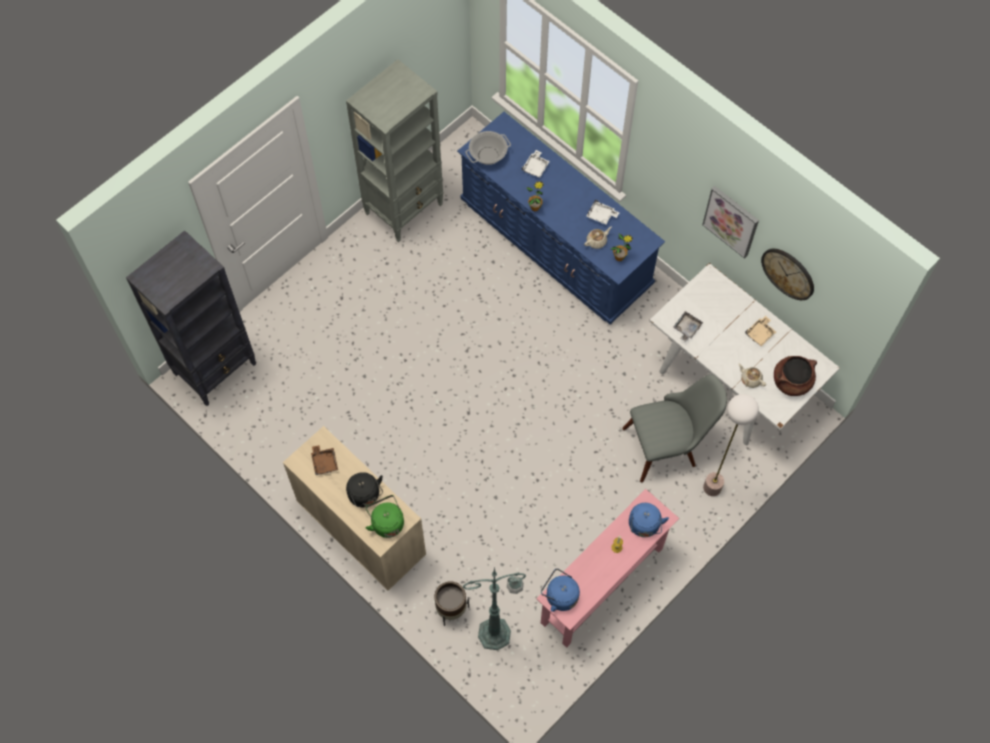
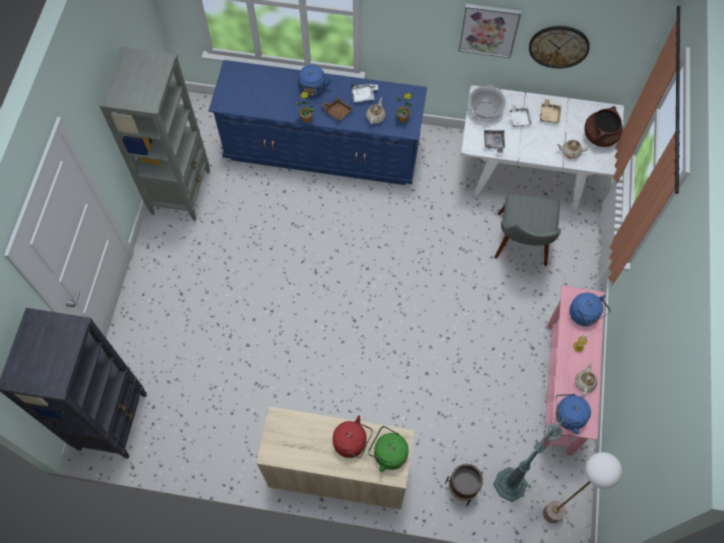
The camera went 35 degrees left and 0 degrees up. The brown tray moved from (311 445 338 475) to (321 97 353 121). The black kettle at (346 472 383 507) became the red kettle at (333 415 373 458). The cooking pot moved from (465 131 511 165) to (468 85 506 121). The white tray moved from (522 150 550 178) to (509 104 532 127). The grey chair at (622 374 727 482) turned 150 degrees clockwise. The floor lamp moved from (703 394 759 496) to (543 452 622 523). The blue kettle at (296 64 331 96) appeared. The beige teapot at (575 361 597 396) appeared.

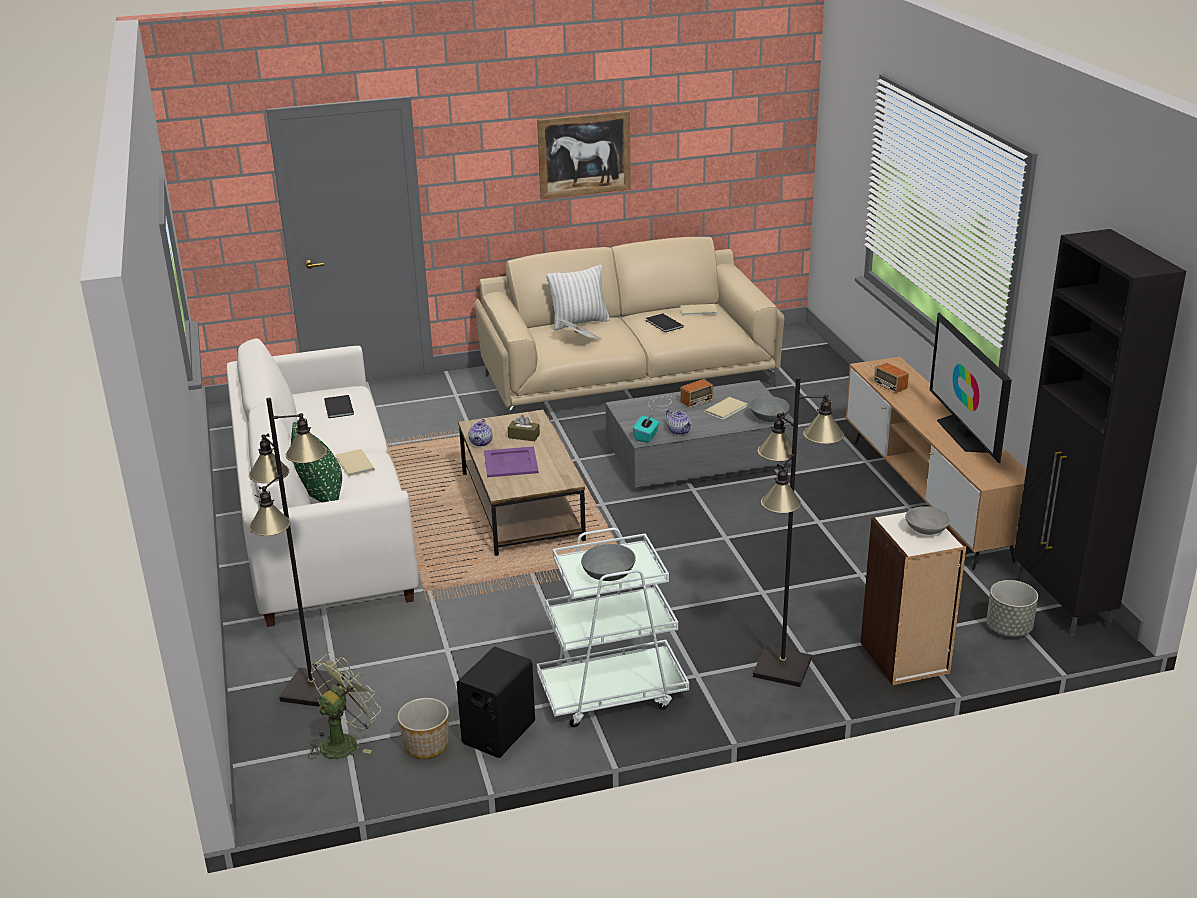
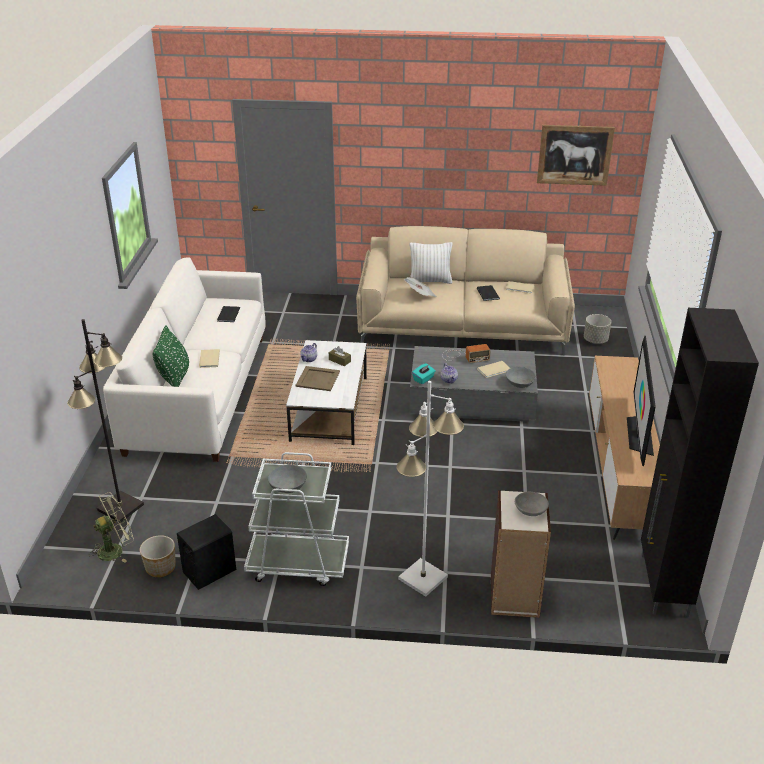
The camera went 20 degrees right and 5 degrees up. The brown coffee table at (458 410 586 556) became the white coffee table at (286 340 367 445). The purple tray at (484 446 539 477) became the beige tray at (295 366 340 391). The picture moved from (537 111 631 199) to (537 125 615 186). The black floor lamp at (753 377 844 687) became the white floor lamp at (397 381 464 597). The radio at (865 363 909 393) disappeared. The grey planter moved from (986 580 1038 636) to (584 314 611 344).

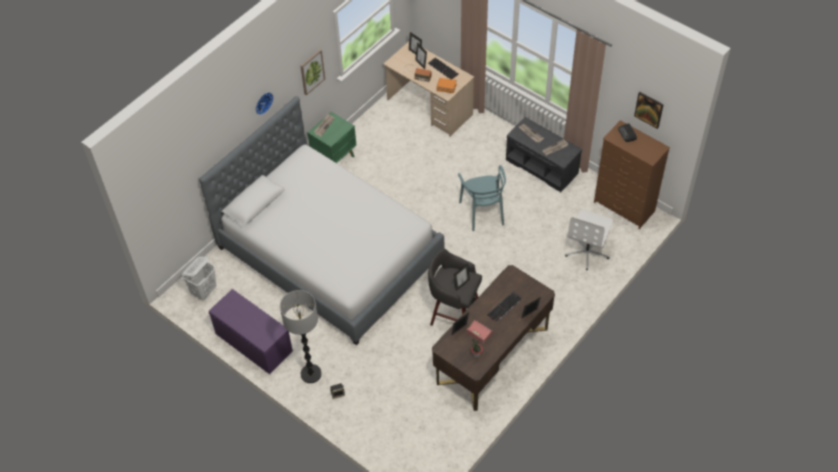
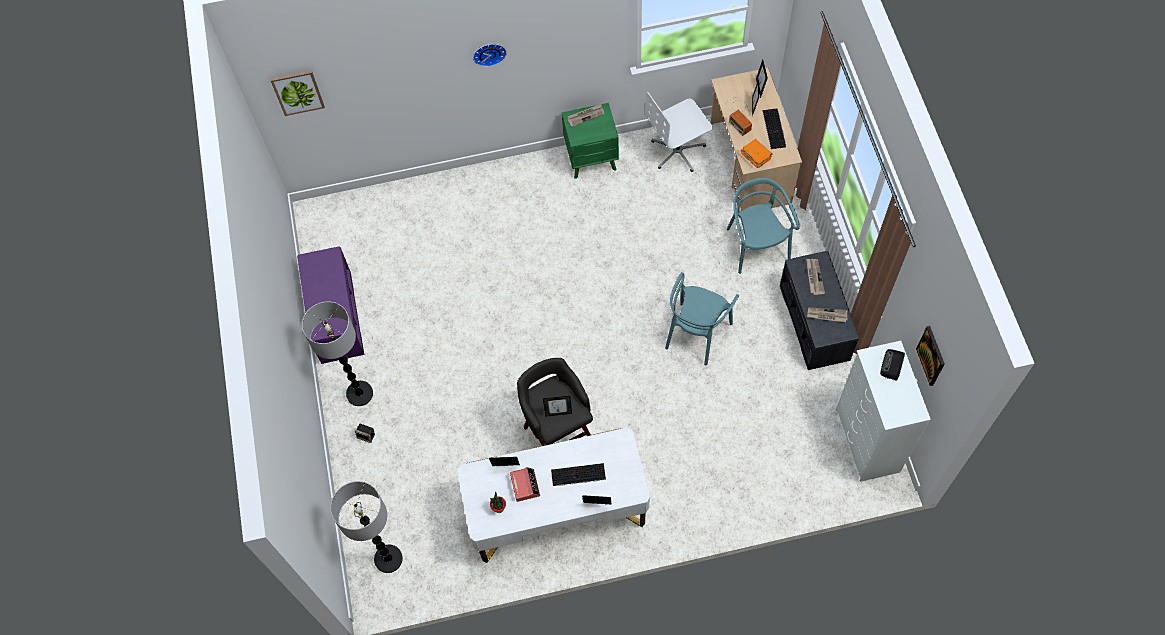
The camera went 40 degrees right and 10 degrees up. The white laundry basket at (182 257 217 300) disappeared. The bed at (199 96 444 345) disappeared. The picture moved from (300 49 325 96) to (270 70 325 116). The brown desk at (432 265 555 411) became the white desk at (457 427 650 563). The white office chair moved from (565 210 613 270) to (645 92 713 172). The brown dresser at (594 120 670 229) became the white dresser at (836 341 931 482). The floor lamp at (330 481 403 573) appeared. The turquoise chair at (727 178 800 274) appeared.

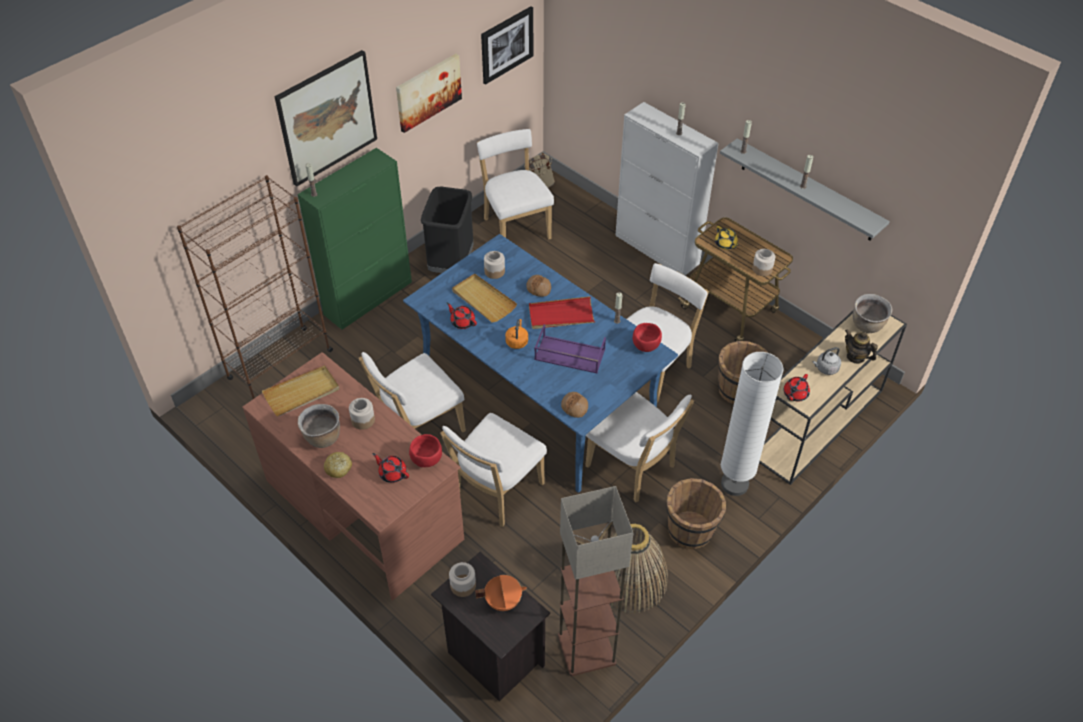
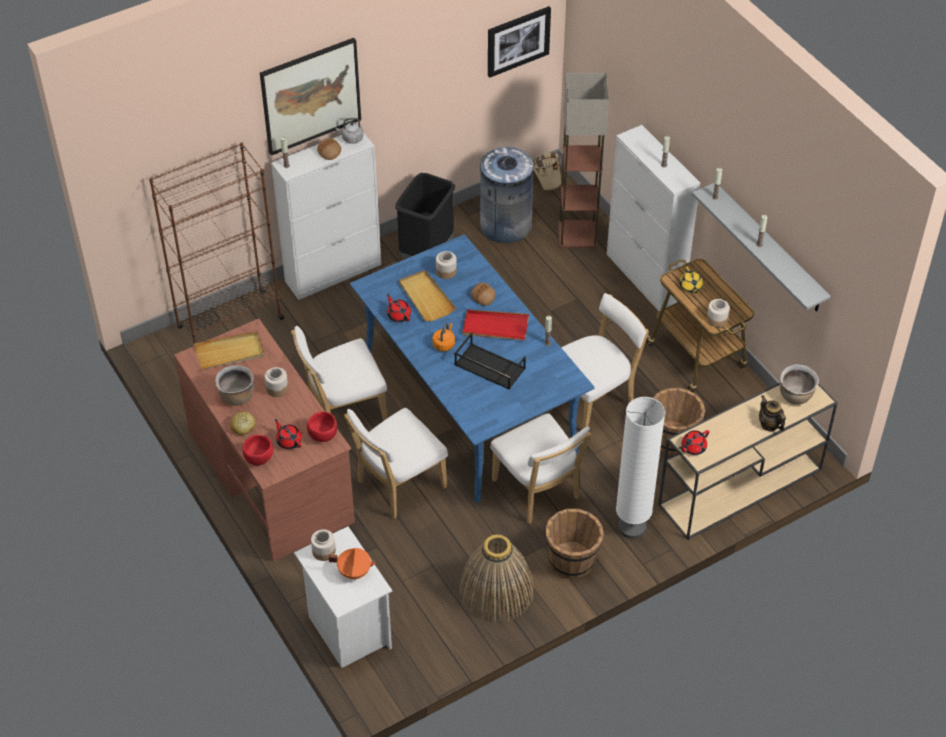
The camera went 15 degrees right and 0 degrees up. The green cabinet at (297 148 412 330) became the white cabinet at (271 133 381 300). The picture at (396 54 462 133) disappeared. The black nightstand at (431 552 550 702) became the white nightstand at (294 526 392 668). The white chair at (477 129 554 239) was replaced by the grey trash can at (480 147 534 243). The purple tray at (534 324 606 373) became the black tray at (454 333 526 390). The floor lamp moved from (558 486 633 676) to (558 73 609 248). The bread moved from (561 392 588 418) to (317 138 341 160). The red bowl moved from (633 323 662 352) to (242 435 273 465). The grey kettle moved from (813 347 841 375) to (335 118 363 144).

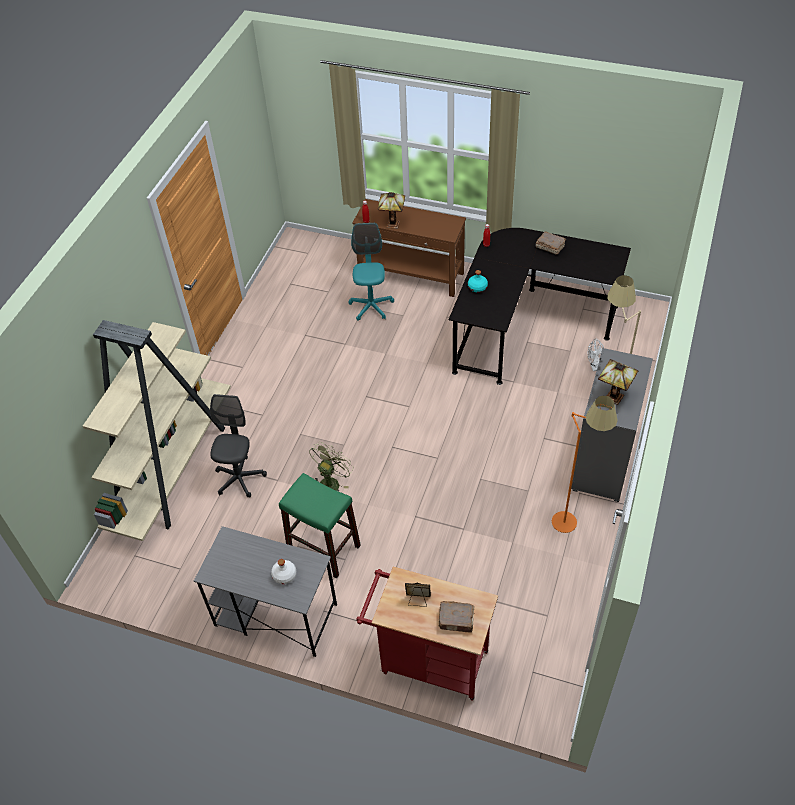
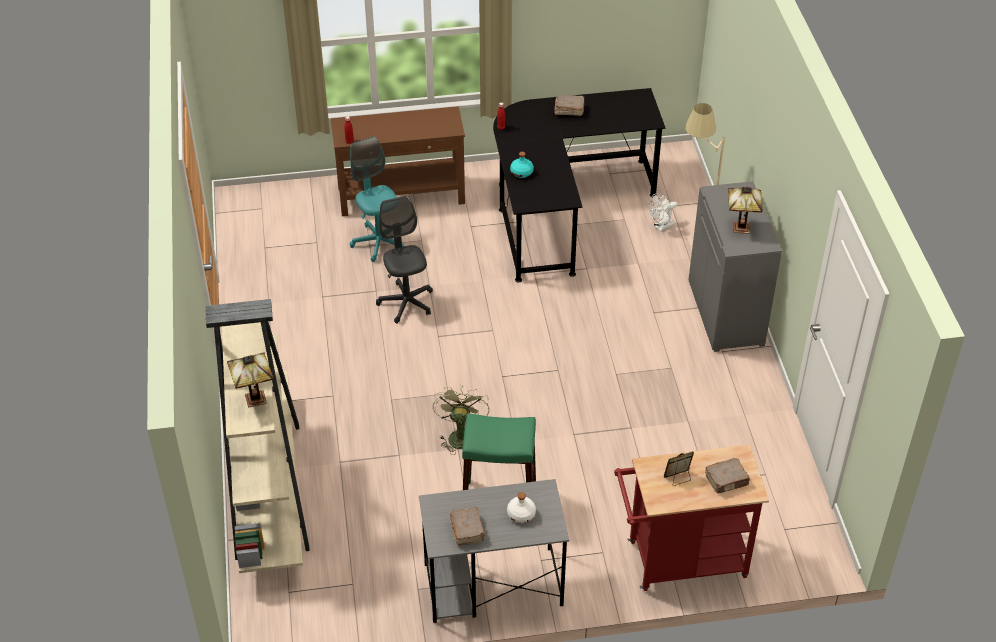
The camera went 30 degrees left and 5 degrees down. The grey office chair moved from (210 394 267 497) to (376 196 433 324). The table lamp moved from (378 192 405 229) to (227 352 274 407). The orange floor lamp at (552 396 618 533) disappeared. The brown book at (449 507 485 546) appeared.

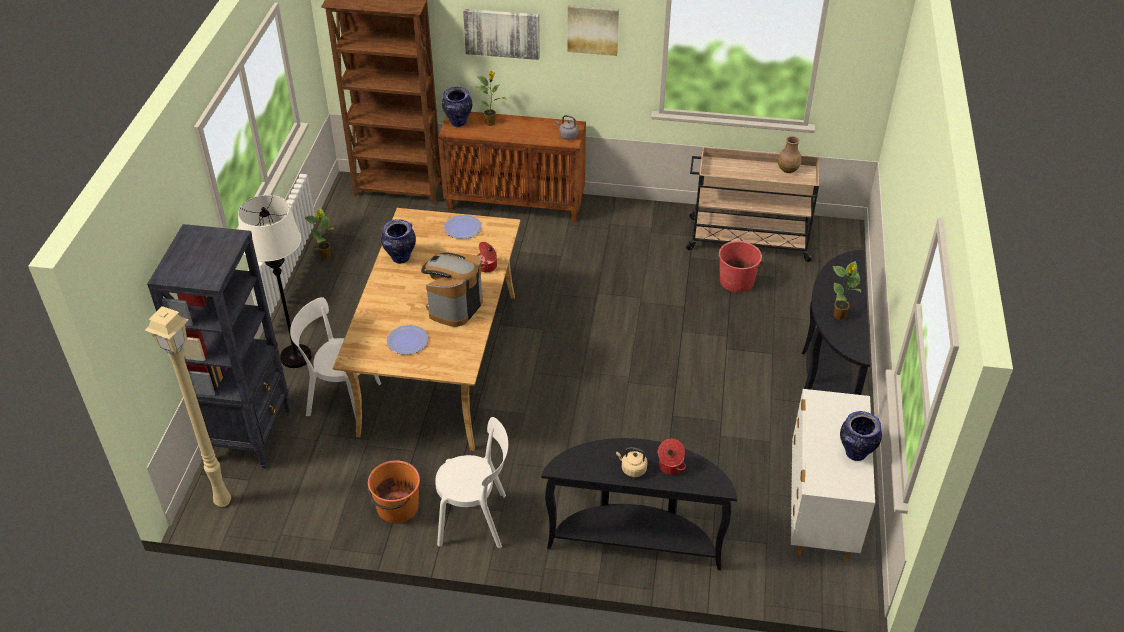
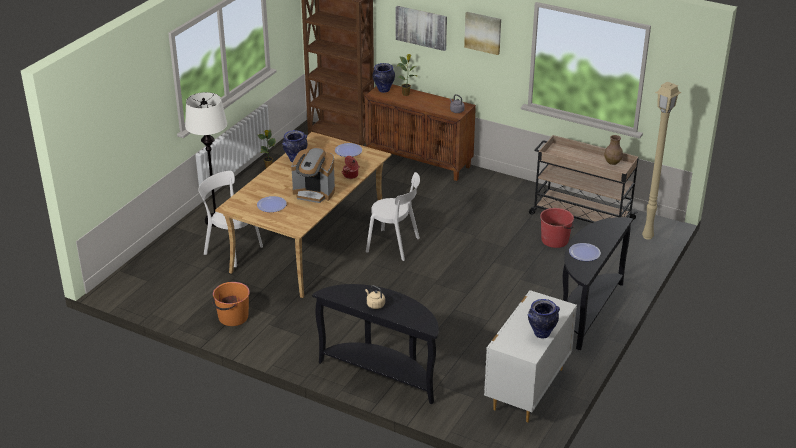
The camera went 20 degrees right and 10 degrees down. The beige floor lamp moved from (145 306 231 507) to (642 81 681 240). The black bookcase at (147 224 291 469) disappeared. The coffee machine at (421 253 483 327) turned 120 degrees counterclockwise. The white chair moved from (435 417 508 548) to (366 172 420 261). The cooking pot at (657 439 686 475) disappeared. The potted plant at (833 261 862 320) was replaced by the plate at (569 243 601 261).

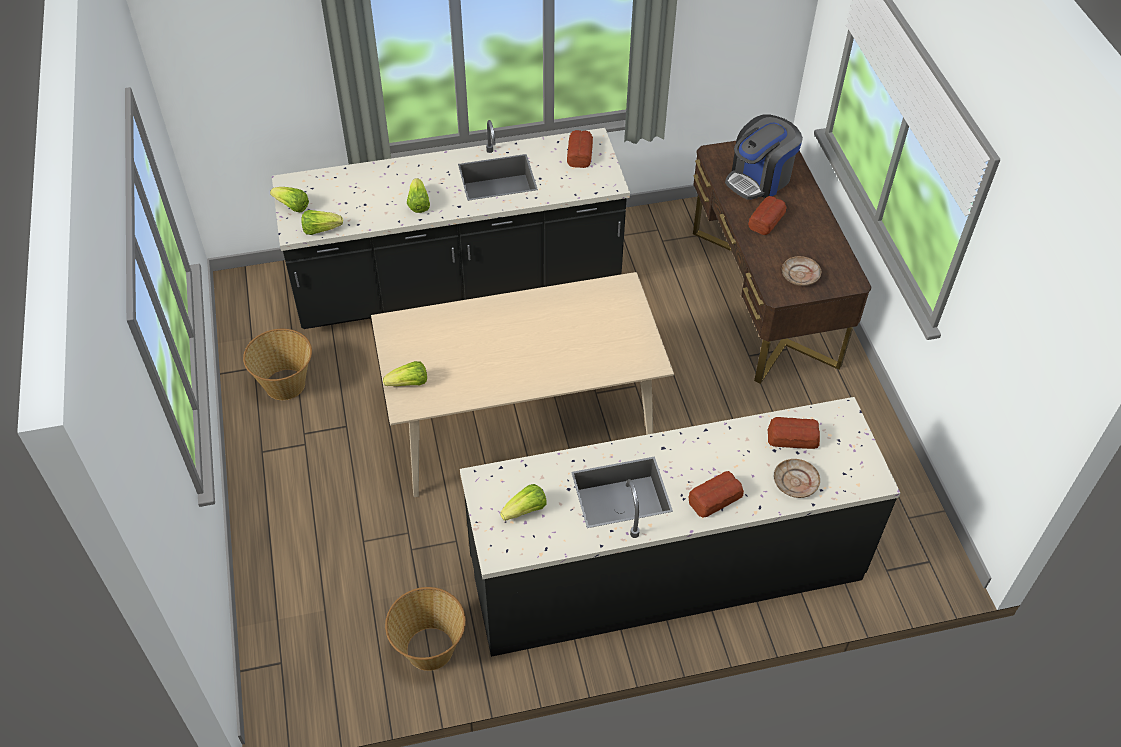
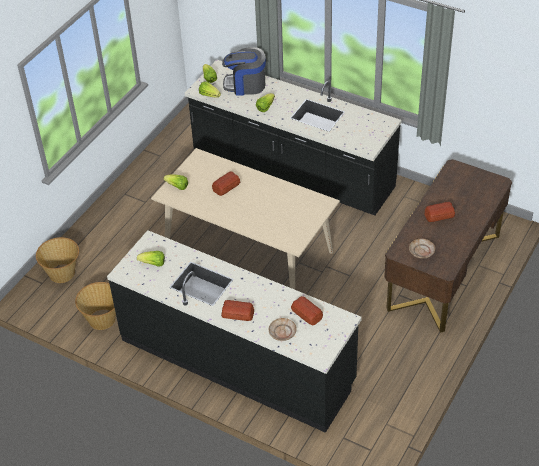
The camera went 45 degrees right and 5 degrees down. The basket moved from (243 329 312 400) to (36 237 79 283). The bread moved from (567 130 593 168) to (212 171 240 196). The coffee machine moved from (725 114 803 200) to (222 47 266 95).

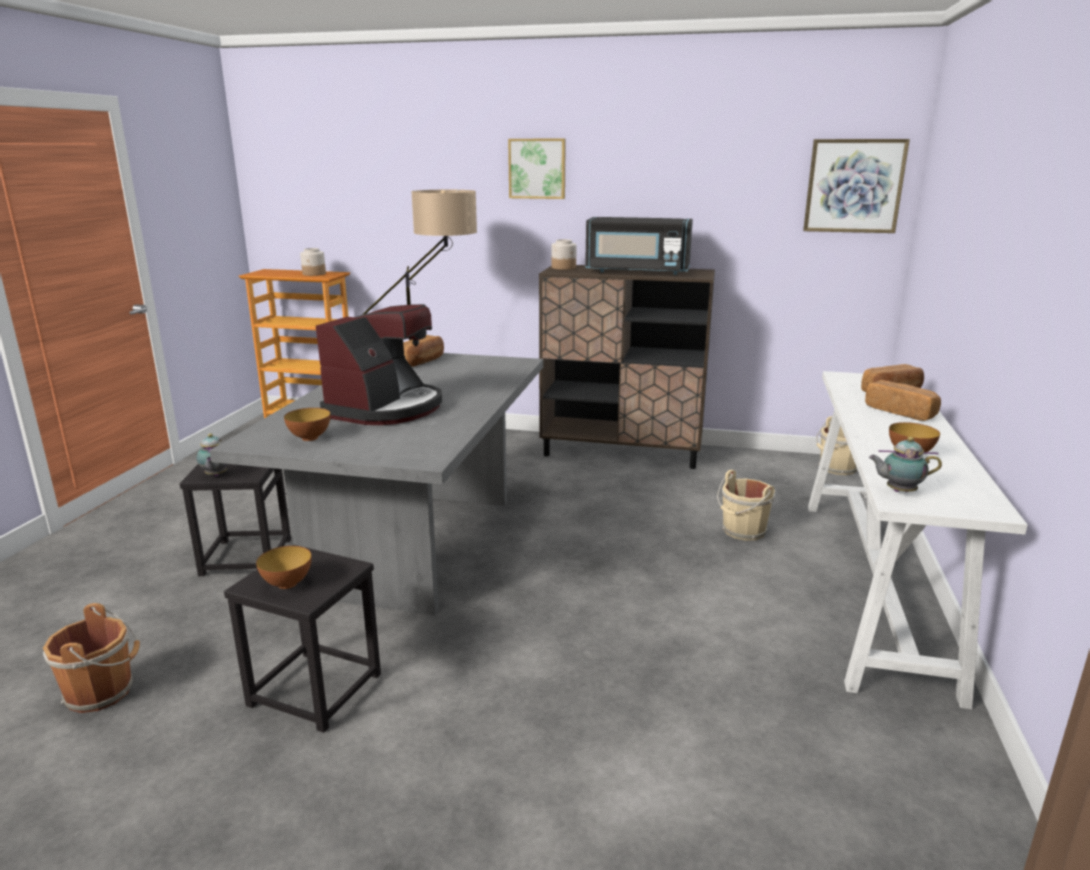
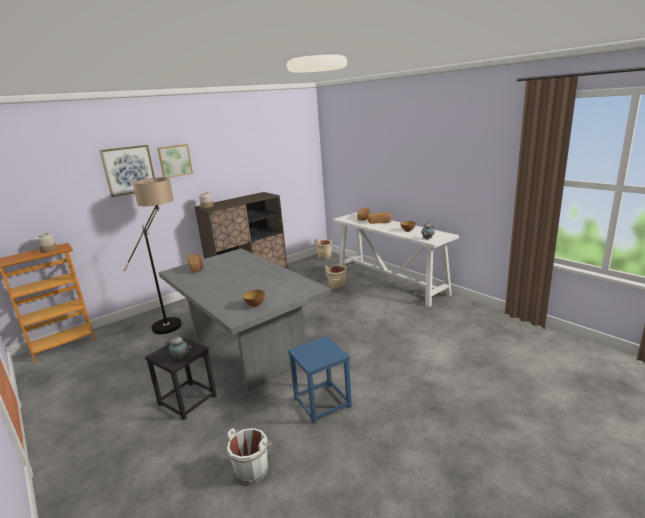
The camera went 50 degrees left and 0 degrees up. The brown bucket at (43 603 140 713) became the white bucket at (227 428 271 484). The black stool at (224 545 381 733) became the blue stool at (288 336 352 424). The bowl at (256 546 312 589) disappeared. The coffee machine at (316 304 442 425) disappeared. The black microwave at (585 217 693 275) disappeared. The picture moved from (803 139 910 233) to (99 145 155 197).

